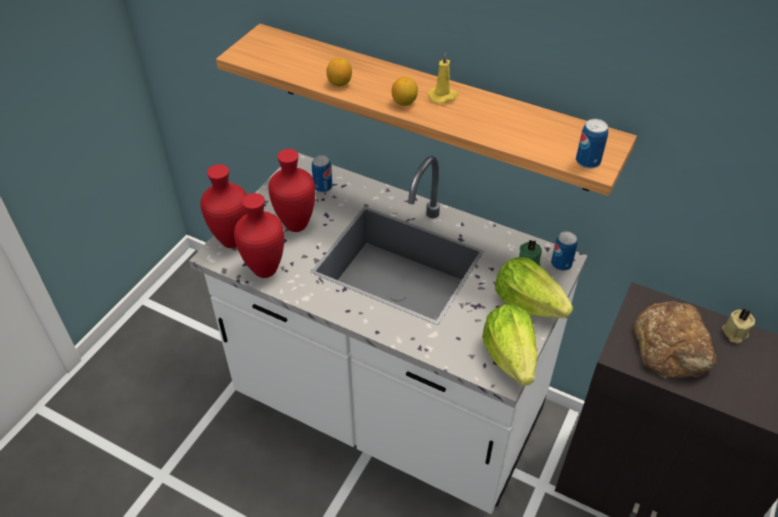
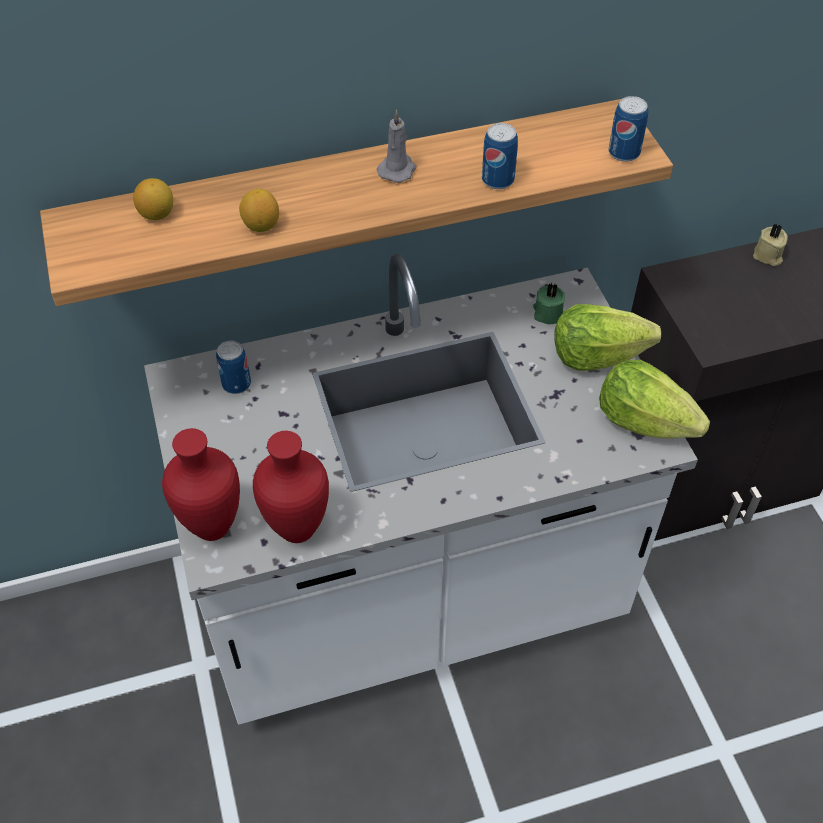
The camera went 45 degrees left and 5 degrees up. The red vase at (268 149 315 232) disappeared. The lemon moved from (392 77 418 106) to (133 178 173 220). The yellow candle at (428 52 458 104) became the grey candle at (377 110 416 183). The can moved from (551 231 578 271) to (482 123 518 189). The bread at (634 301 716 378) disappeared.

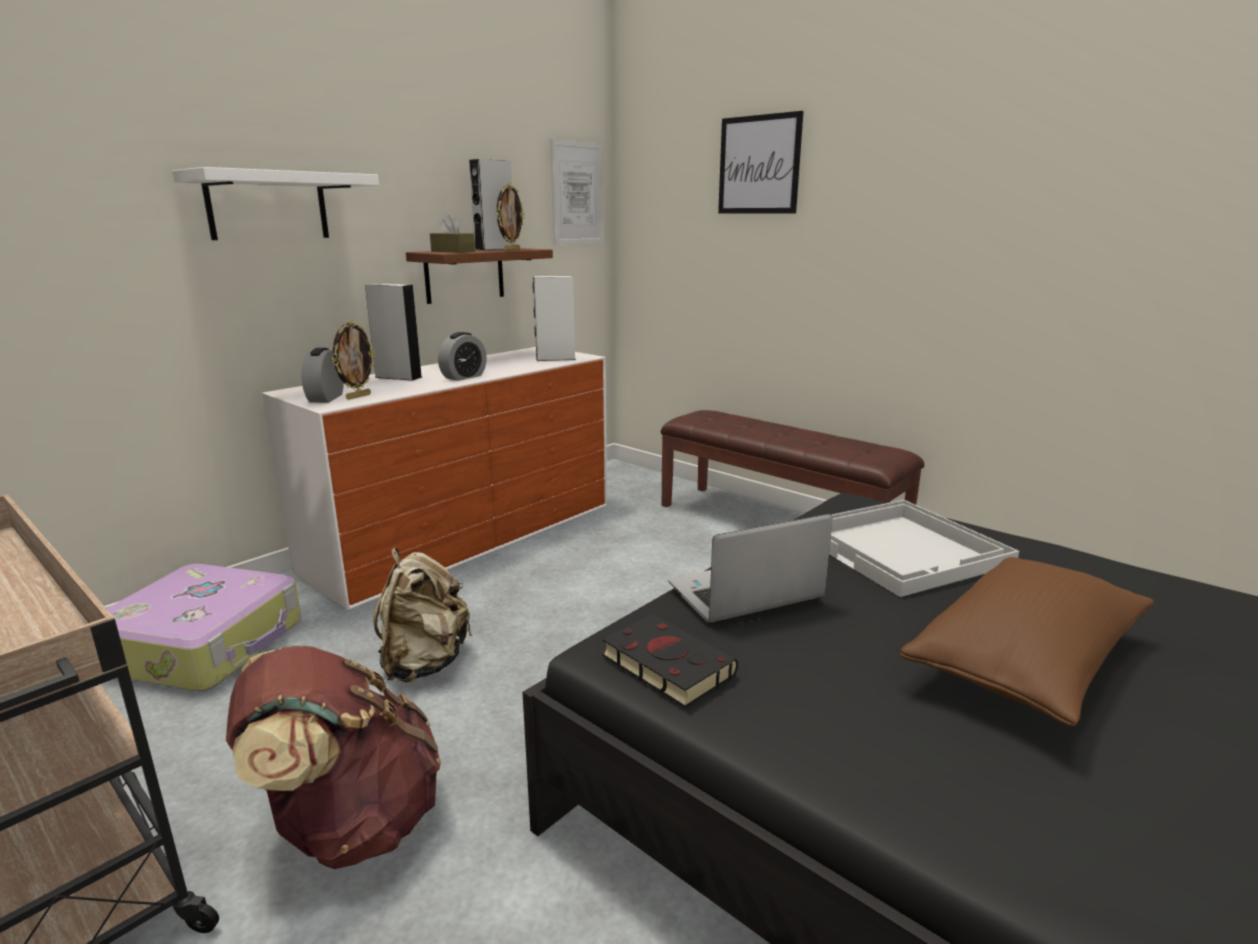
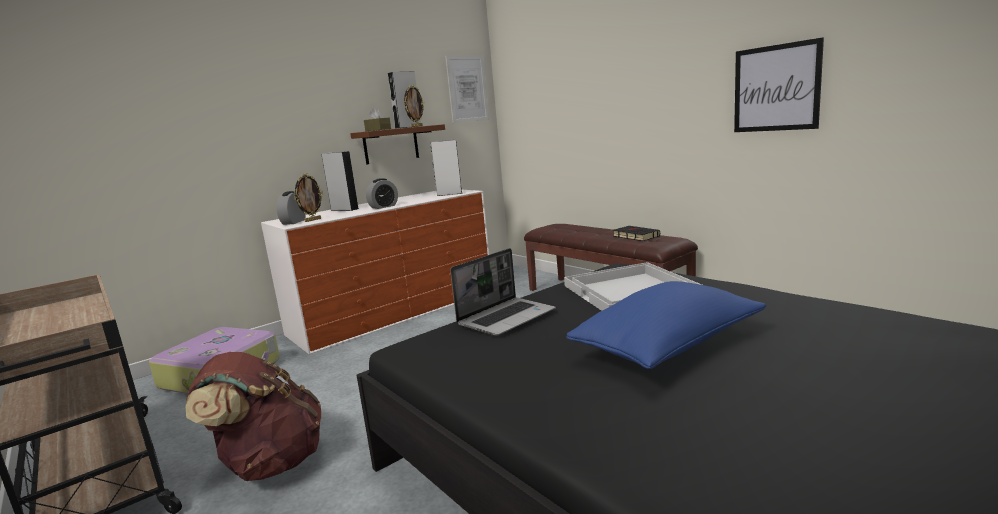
The camera went 10 degrees right and 5 degrees down. The white shelf at (172 167 379 240) disappeared. The beige backpack at (373 547 472 683) disappeared. The black book moved from (602 614 738 707) to (613 226 660 241). The laptop at (668 514 833 624) turned 150 degrees clockwise. The picture moved from (718 111 804 214) to (734 37 824 132). The brown pillow at (900 557 1154 726) became the blue pillow at (567 281 766 369).

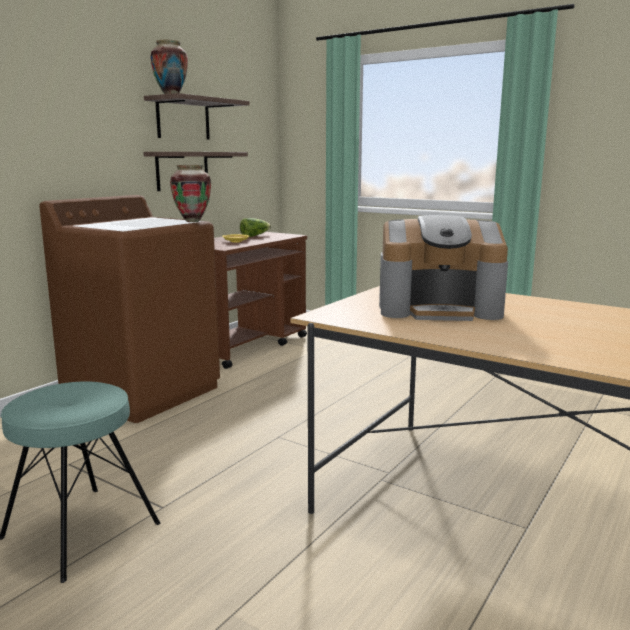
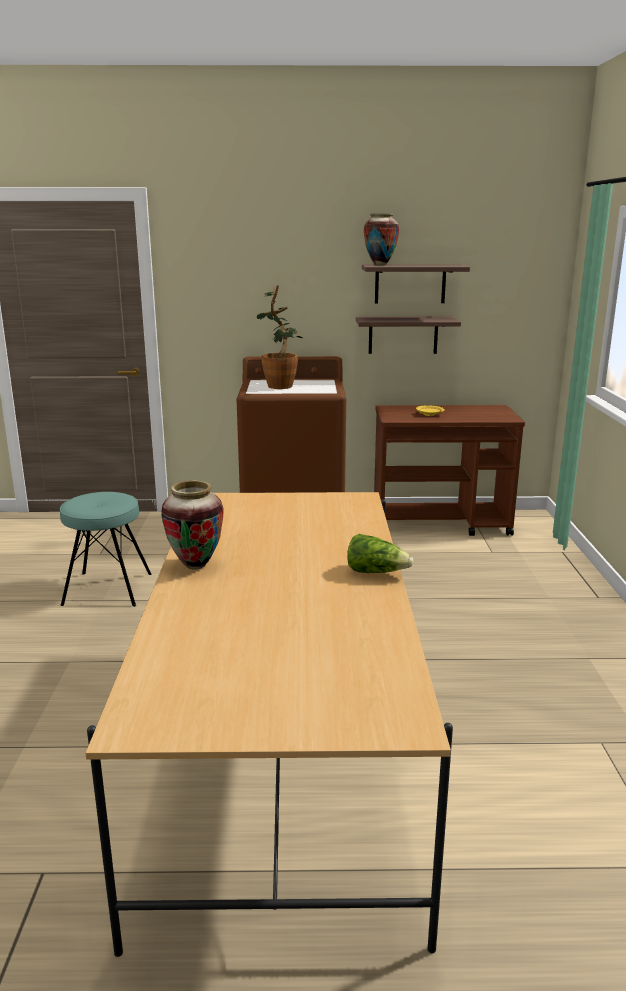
The camera went 55 degrees right and 5 degrees up. The vase moved from (170 165 211 222) to (161 481 224 570). The lettuce moved from (240 218 271 237) to (347 534 414 573). The coffee machine at (379 215 508 321) disappeared. The potted plant at (257 286 302 389) appeared.

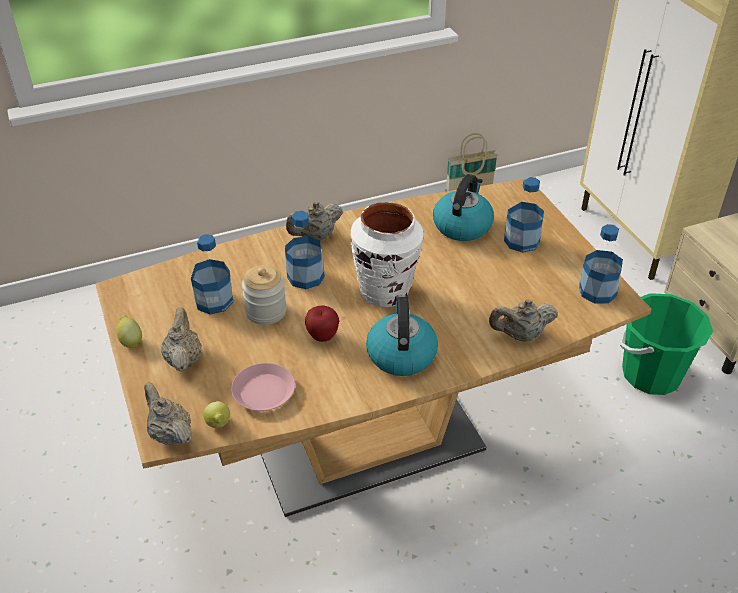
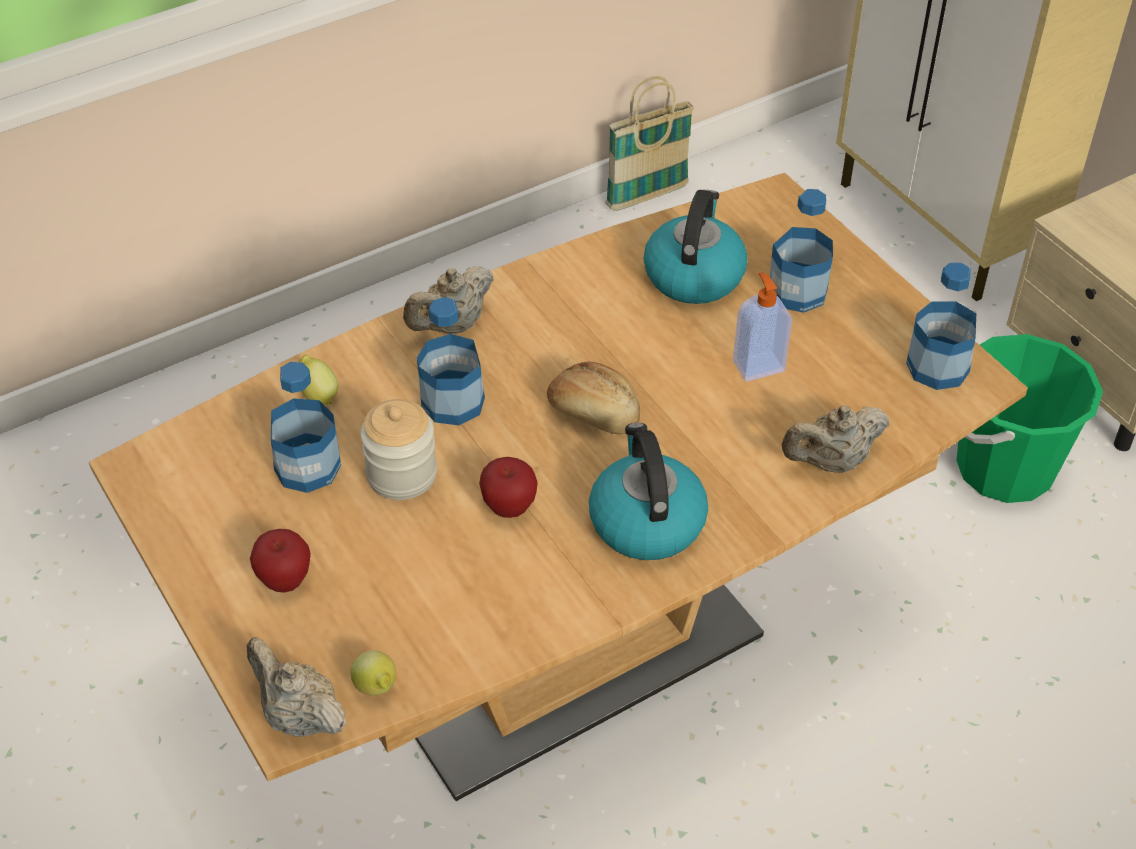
The camera went 10 degrees left and 5 degrees up. The lemon moved from (116 315 142 348) to (299 355 338 405). The beige teapot at (161 307 202 372) was replaced by the apple at (250 529 311 593). The pink plate at (231 363 295 411) disappeared. The white vase at (351 202 424 307) was replaced by the bread at (547 361 640 434). The soap dispenser at (733 272 792 381) appeared.

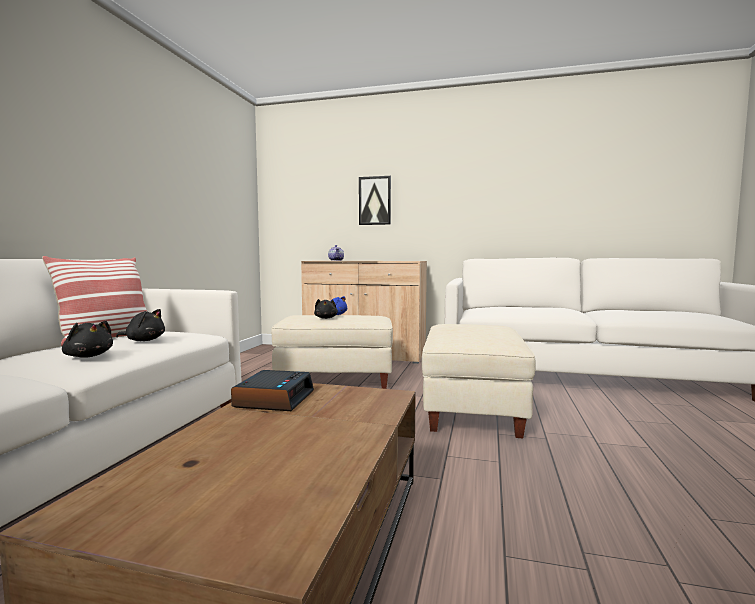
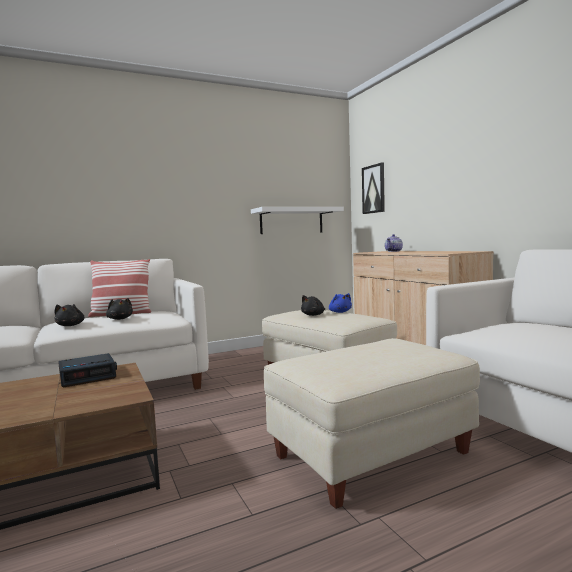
The camera went 50 degrees right and 0 degrees up. The picture moved from (359 176 391 225) to (362 162 385 214). The white shelf at (251 207 344 234) appeared.

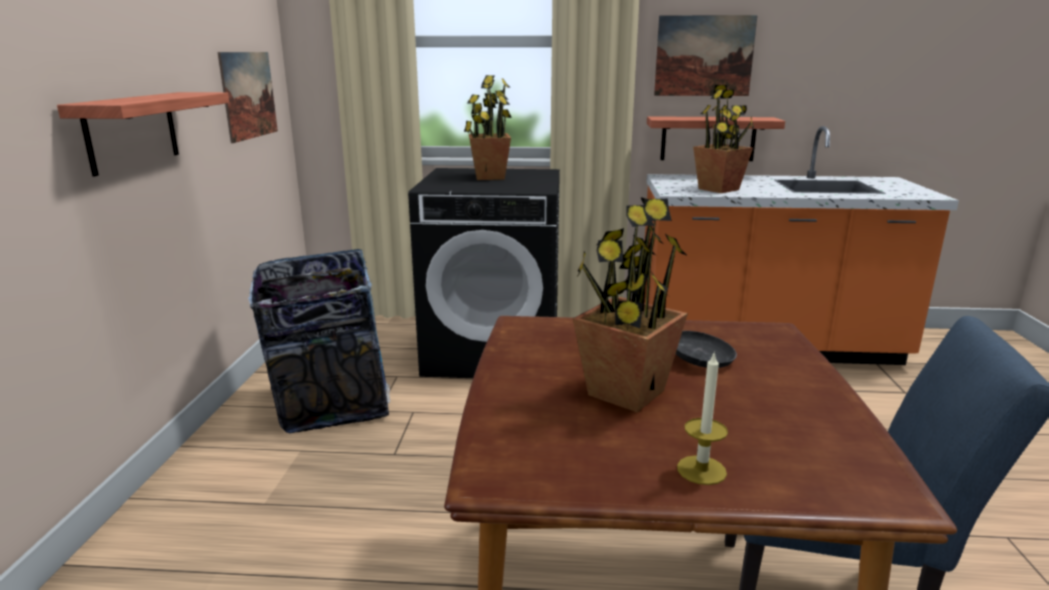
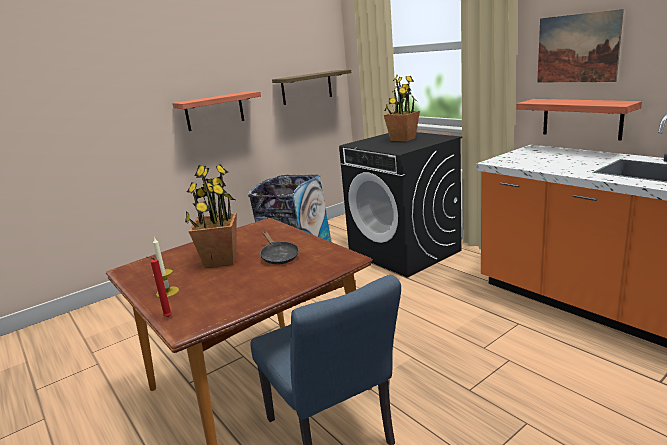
The camera went 50 degrees right and 0 degrees up. The picture at (217 52 278 143) was replaced by the shelf at (272 70 351 105). The potted plant at (693 85 754 193) disappeared. The red candle at (147 257 172 317) appeared.

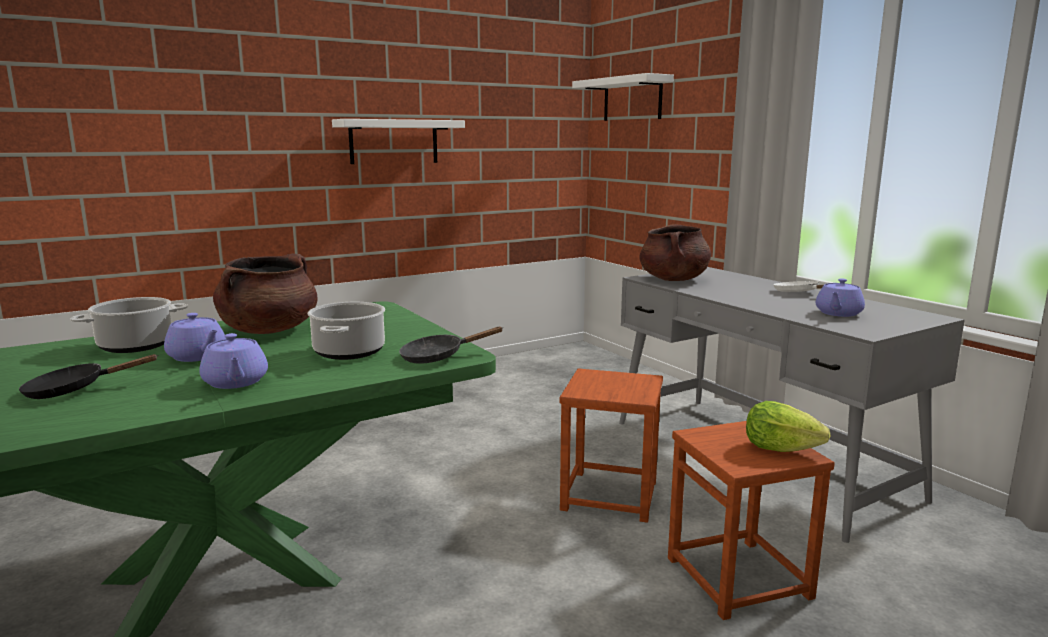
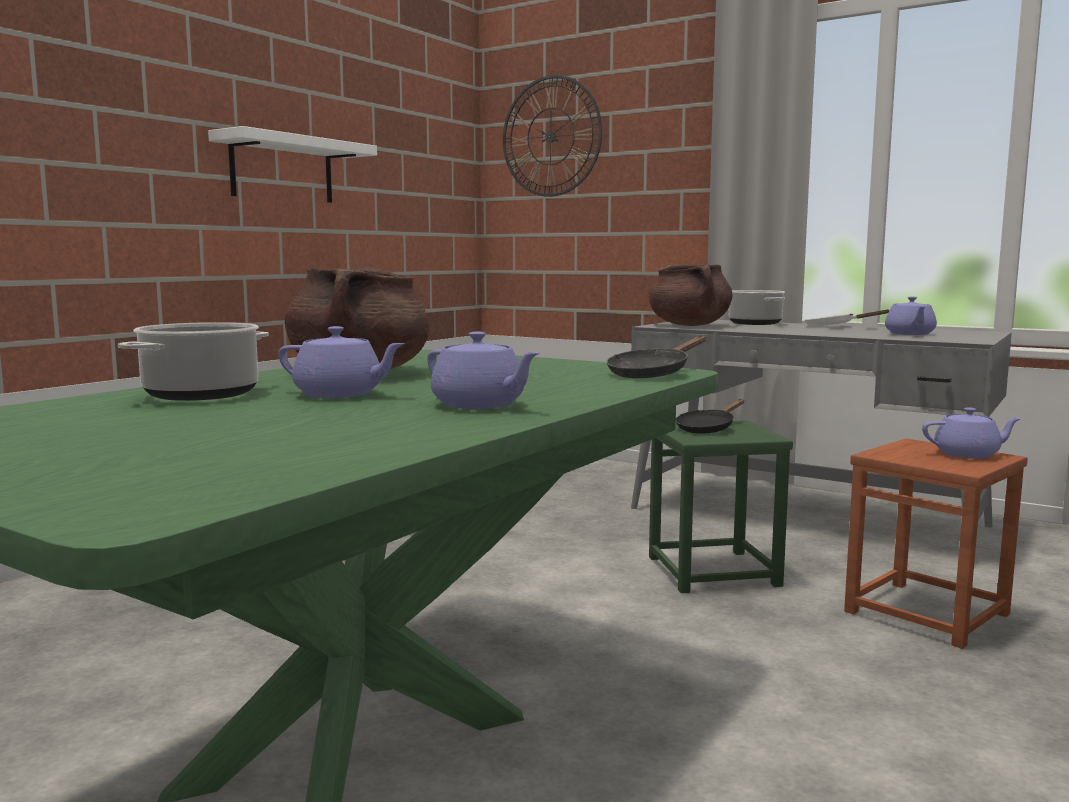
The camera went 25 degrees left and 5 degrees down. The black frying pan moved from (19 354 157 399) to (676 399 744 434). The cooking pot moved from (308 302 385 360) to (729 290 785 325). The brown stool at (559 368 663 523) became the green stool at (649 421 793 593). The white shelf at (572 73 674 121) was replaced by the wall clock at (503 75 602 197). The lettuce at (746 401 831 452) was replaced by the purple teapot at (922 407 1022 458).

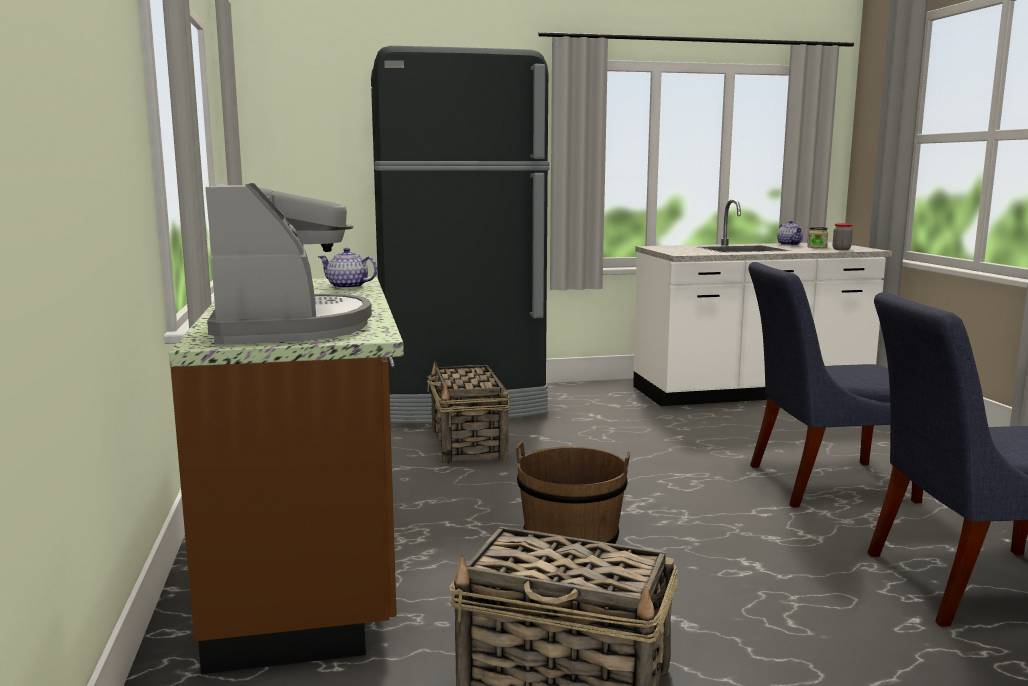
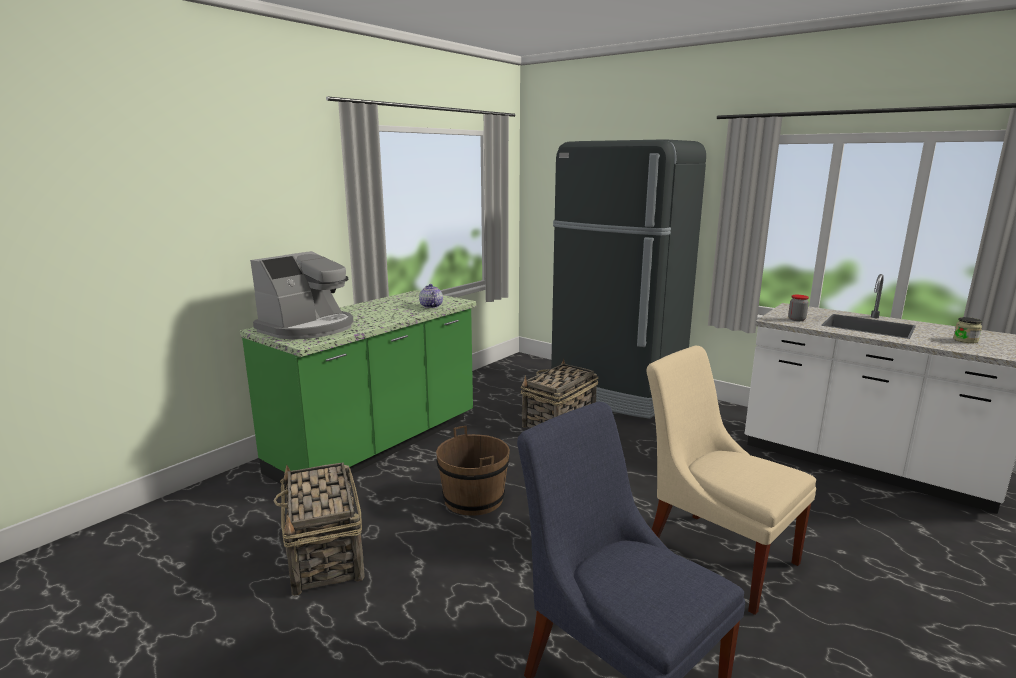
The camera went 50 degrees right and 5 degrees up. The brown counter at (169 277 404 674) became the green counter at (240 290 476 484). The blue chair at (748 262 923 508) became the beige chair at (647 346 816 615). The teapot at (777 220 803 245) disappeared. The jar moved from (833 223 853 250) to (788 295 809 321).

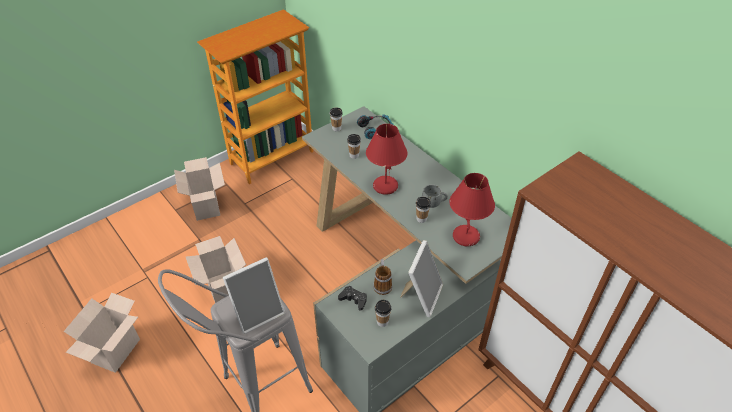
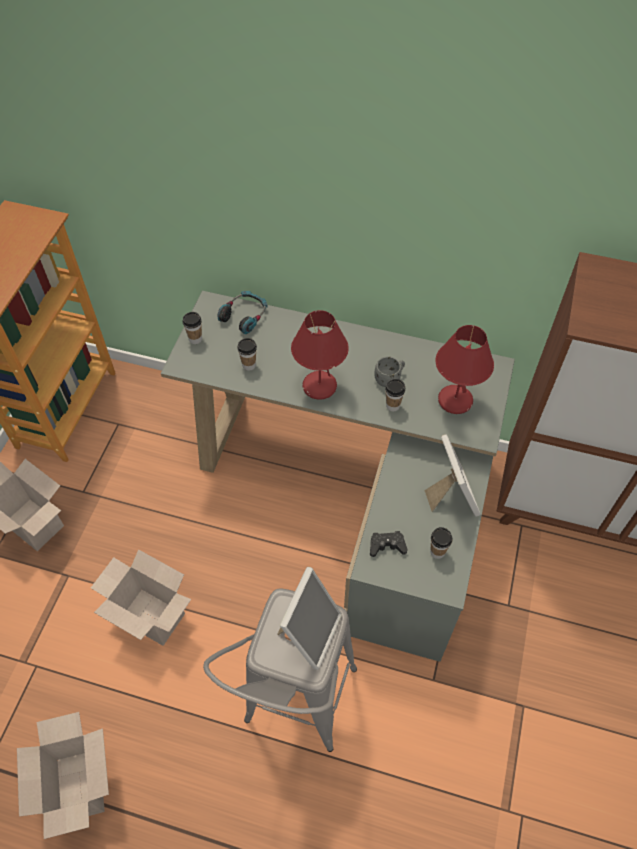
The camera went 35 degrees left and 10 degrees up. The mug at (373 259 392 295) disappeared.

